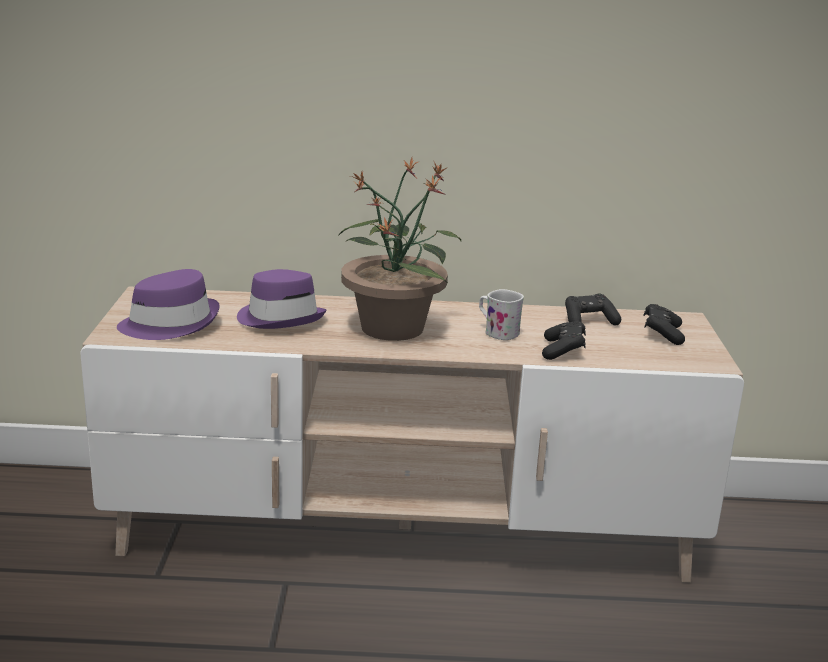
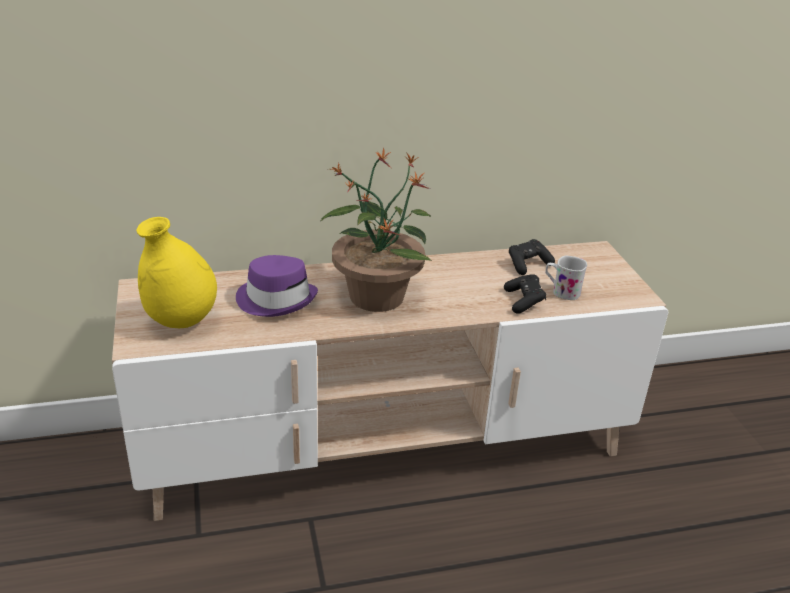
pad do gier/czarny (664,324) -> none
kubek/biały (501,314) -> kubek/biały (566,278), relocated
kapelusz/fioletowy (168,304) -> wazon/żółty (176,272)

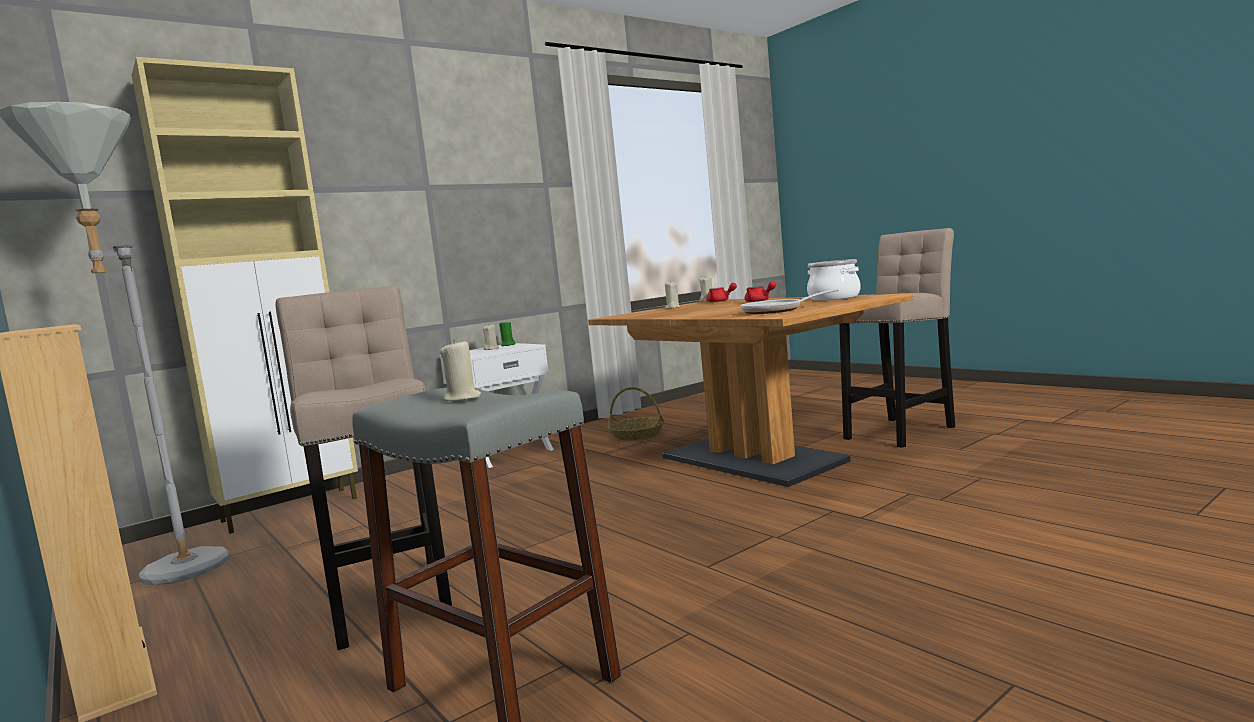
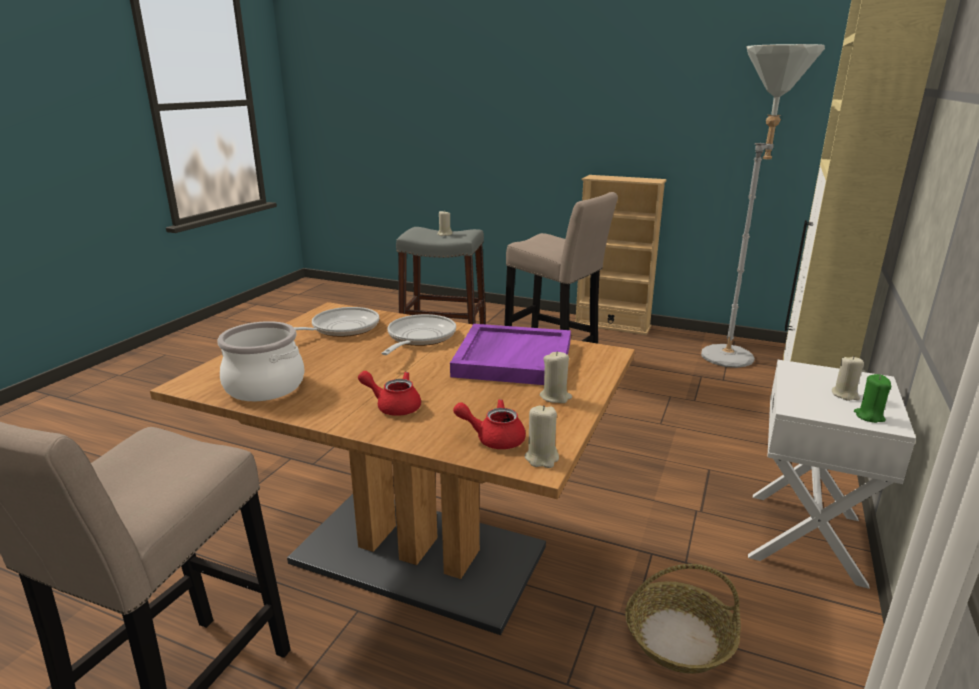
none -> patelnia (418,334)
none -> taca/fioletowy (510,354)

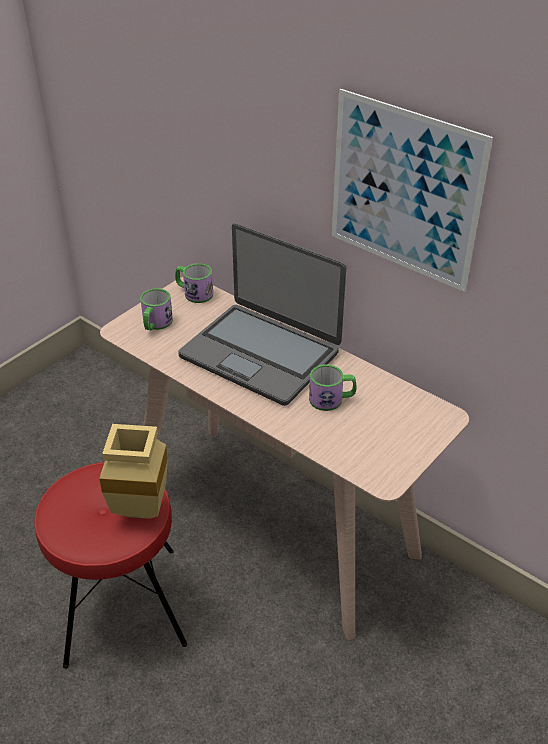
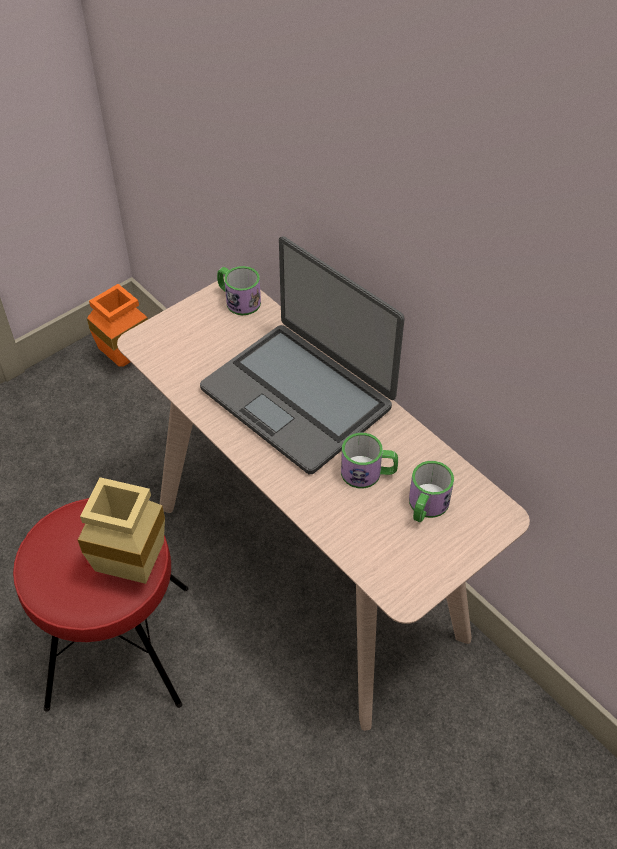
obraz (412,190) -> none
none -> wazon/pomarańczowy (117,325)
kubek (156,309) -> kubek (431,491), relocated

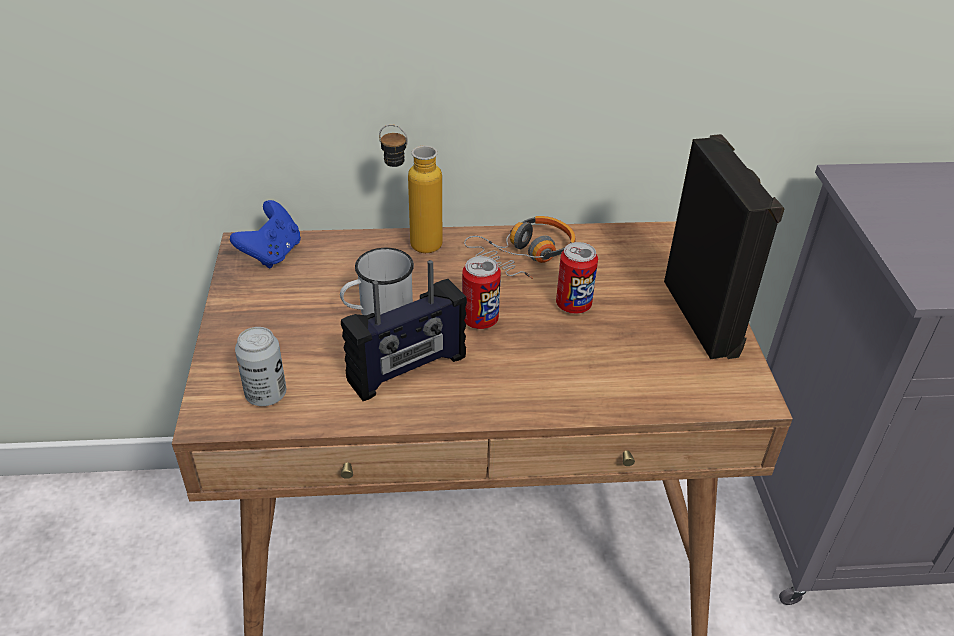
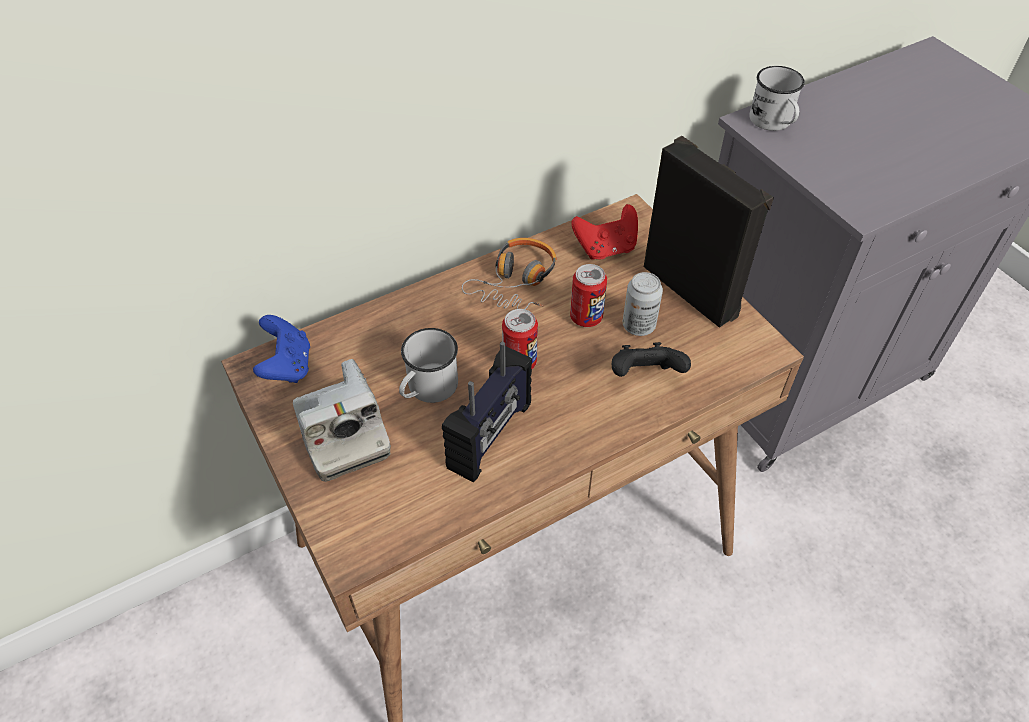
butelka (410,188) -> none
none -> aparat fotograficzny (342,420)
none -> pad do gier/czerwony (604,232)
none -> pad do gier/czarny (651,359)
none -> kubek/biały (777,98)
puszka (260,366) -> puszka (643,304), relocated

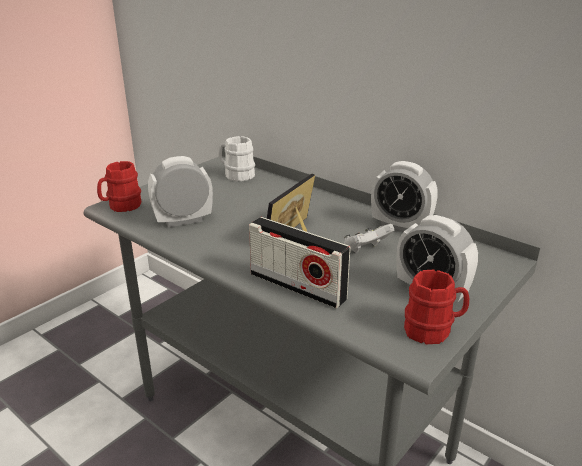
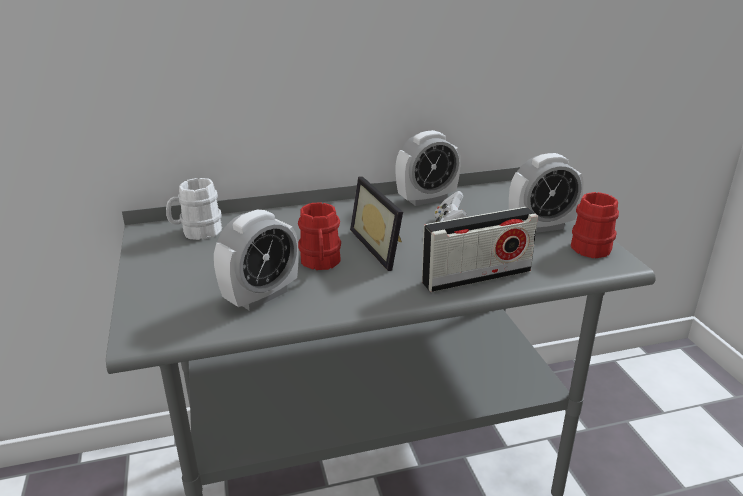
kubek/czerwony (119,186) -> kubek/czerwony (319,236), relocated
budzik (180,191) -> budzik (256,260), 150 degrees counterclockwise

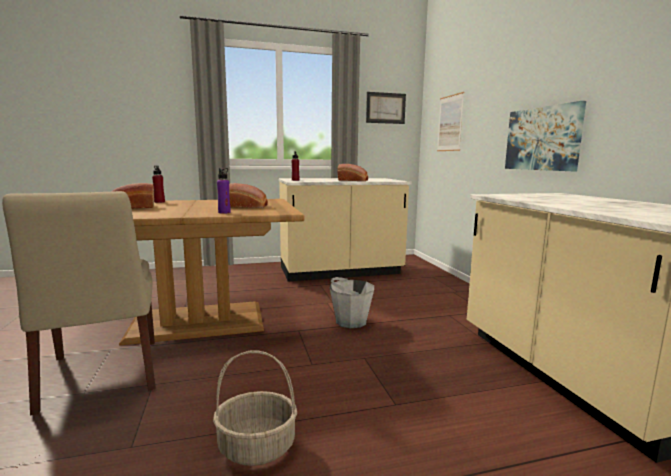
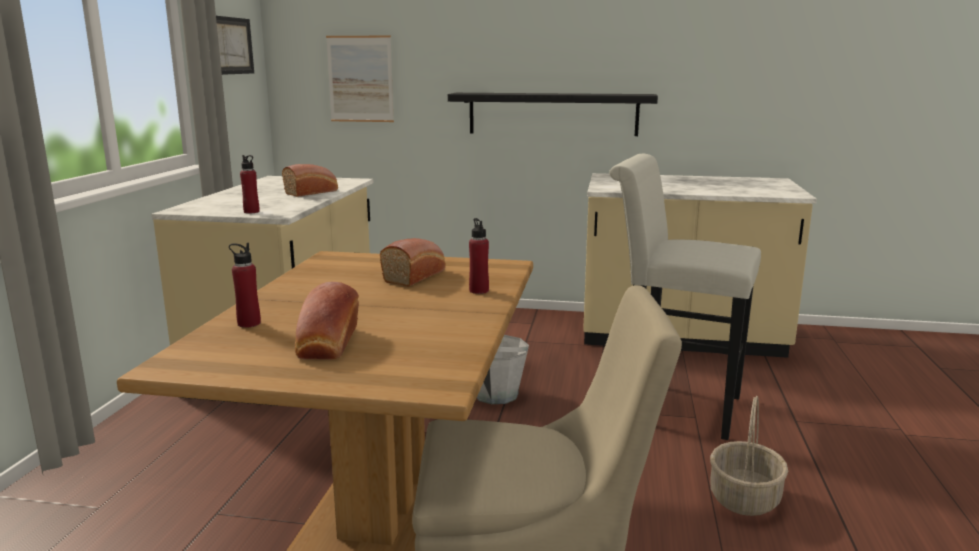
none -> stołek/biały (685,297)
obraz (545,136) -> półka/czarny (553,114)
butelka/fioletowy (224,191) -> butelka/czerwony (479,256)

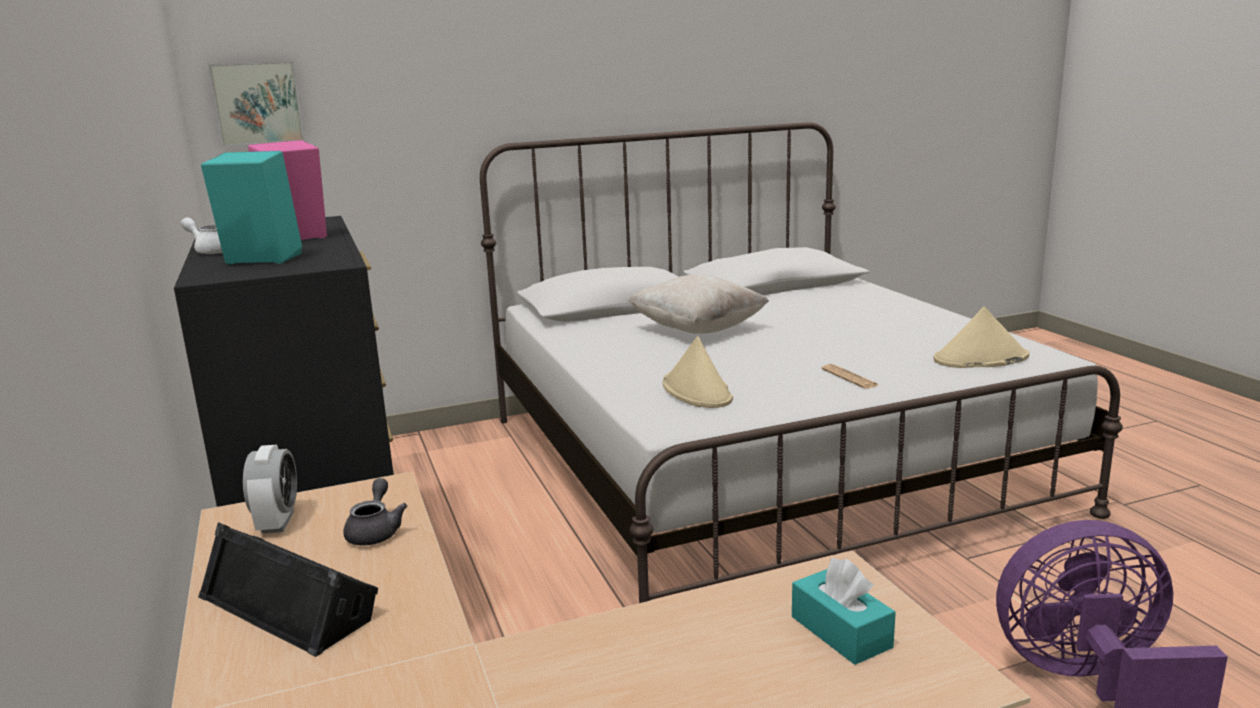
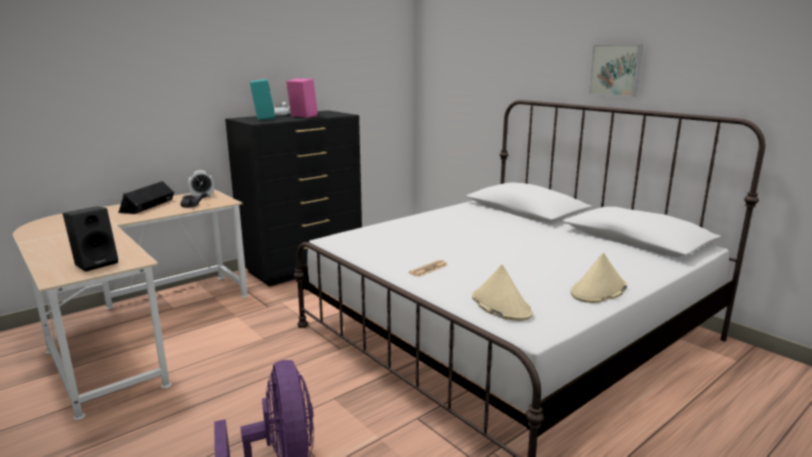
poduszka/beżowy (698,304) -> none
obraz (256,103) -> obraz (616,71), relocated
kapelusz/beżowy (698,372) -> kapelusz/beżowy (599,278), relocated
pudełko chusteczek/turkusowy (844,611) -> głośnik/czarny (90,239)

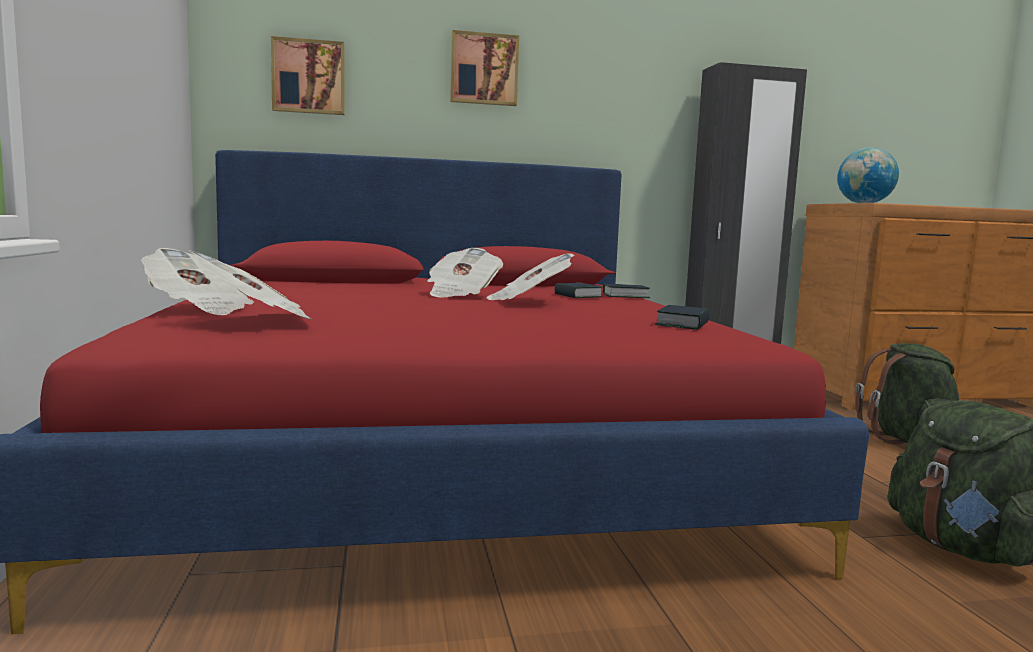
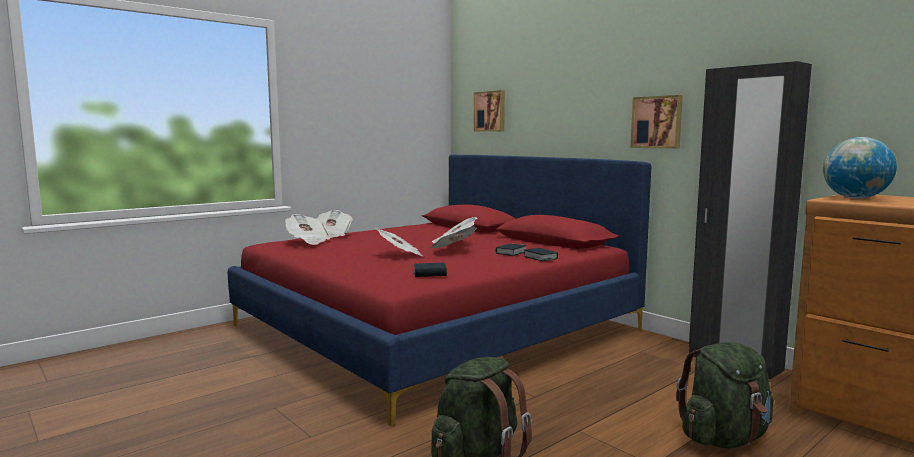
none -> gazeta (399,242)
obraz (484,68) -> obraz (657,122), relocated

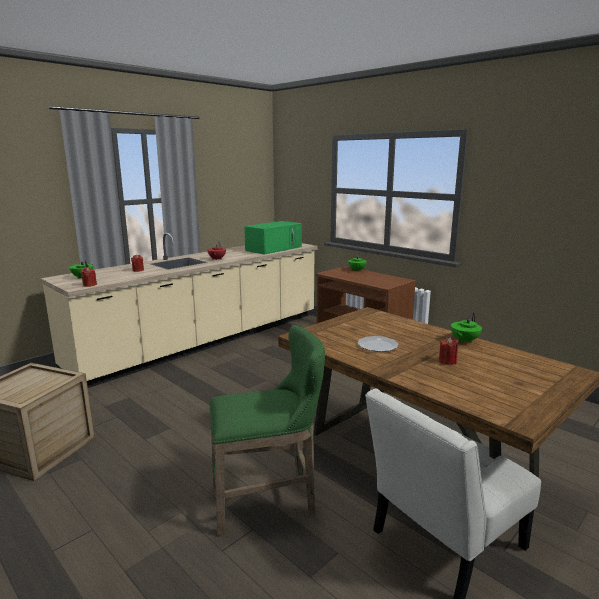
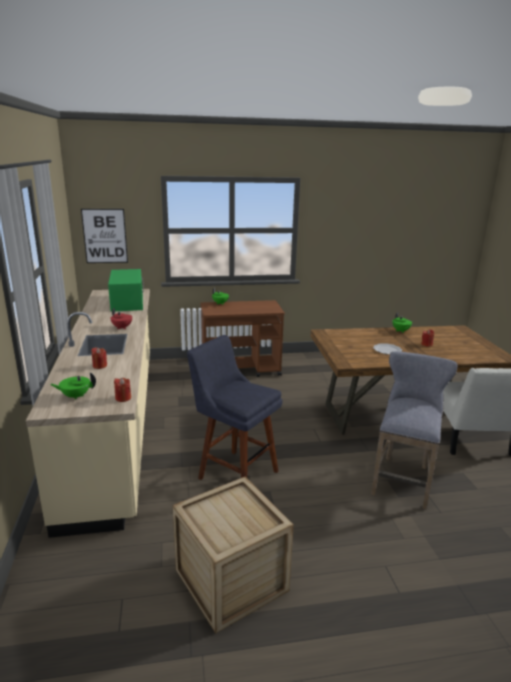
none -> obraz (104,236)
none -> stołek/niebieski (235,407)
stołek/zielony (267,430) -> stołek/szary (414,430)

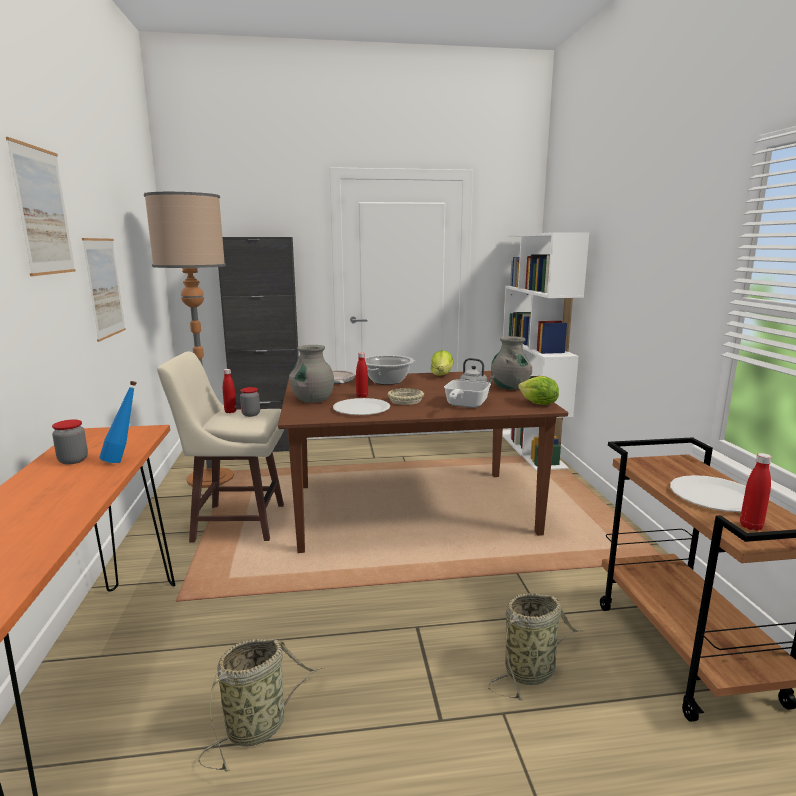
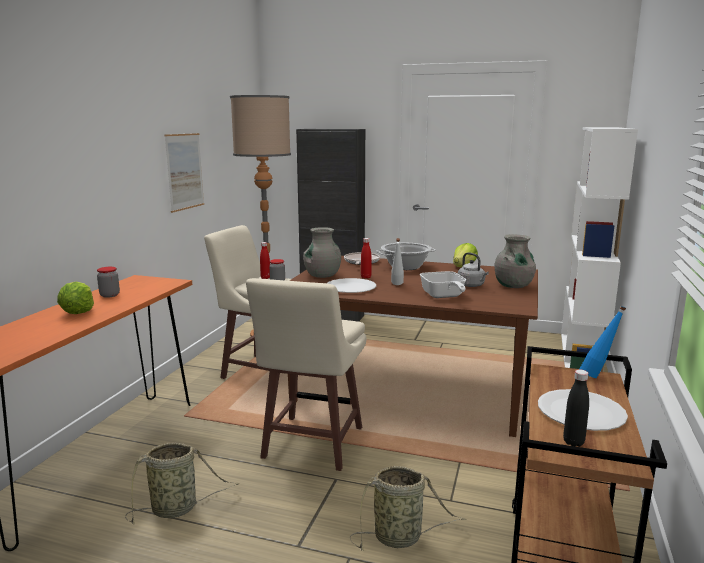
obraz (41,206) -> none
none -> stołek/beżowy (306,374)
butelka/niebieski (118,422) -> butelka/niebieski (602,342), relocated
sałata (538,390) -> sałata (75,298), relocated
miska/beżowy (406,396) -> butelka/biały (397,261)
butelka/czerwony (756,492) -> butelka/czarny (576,408)
patelnia (467,393) -> patelnia (443,284), 60 degrees counterclockwise

